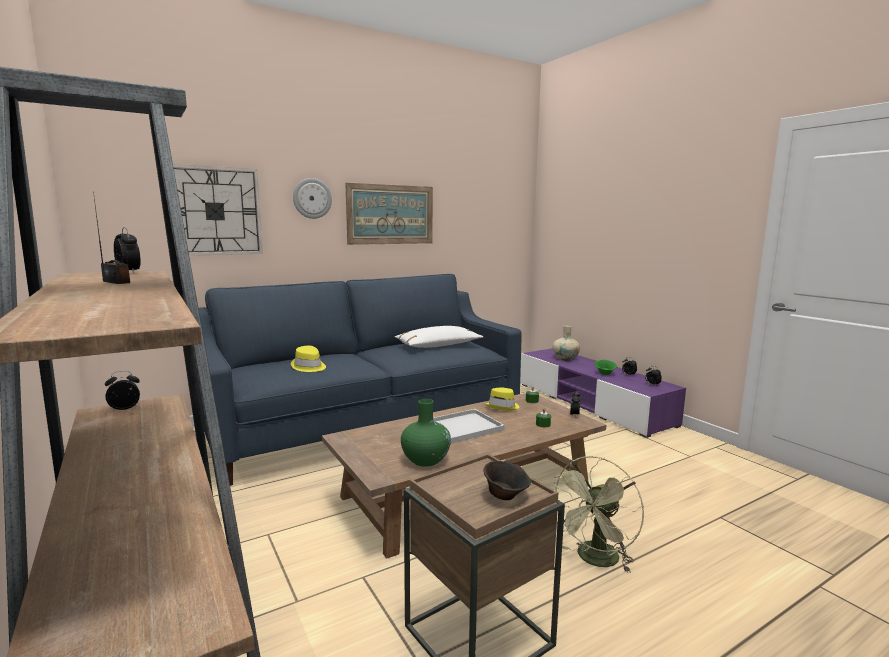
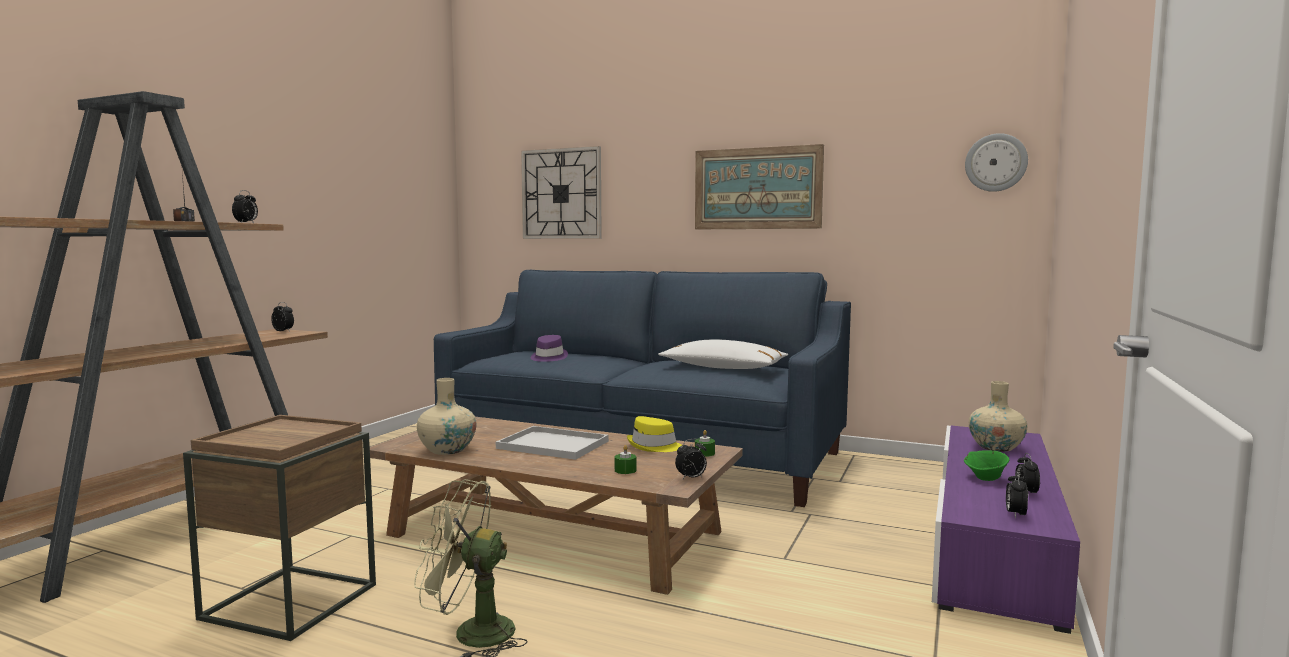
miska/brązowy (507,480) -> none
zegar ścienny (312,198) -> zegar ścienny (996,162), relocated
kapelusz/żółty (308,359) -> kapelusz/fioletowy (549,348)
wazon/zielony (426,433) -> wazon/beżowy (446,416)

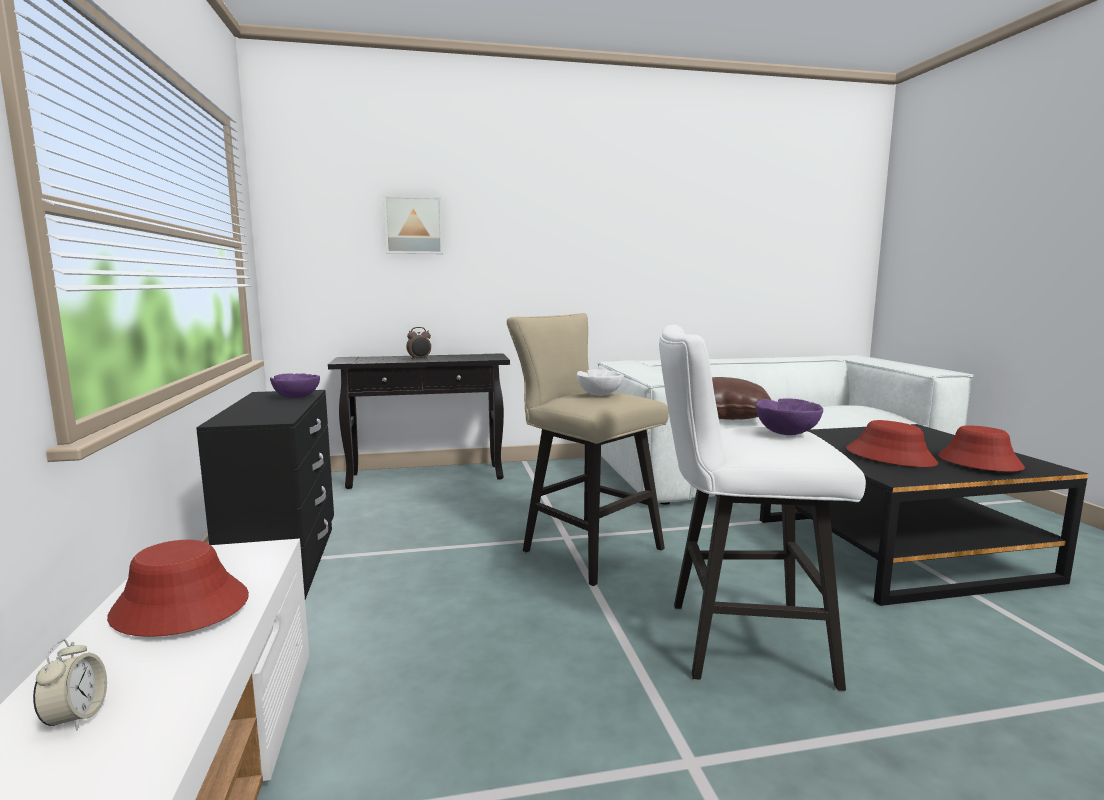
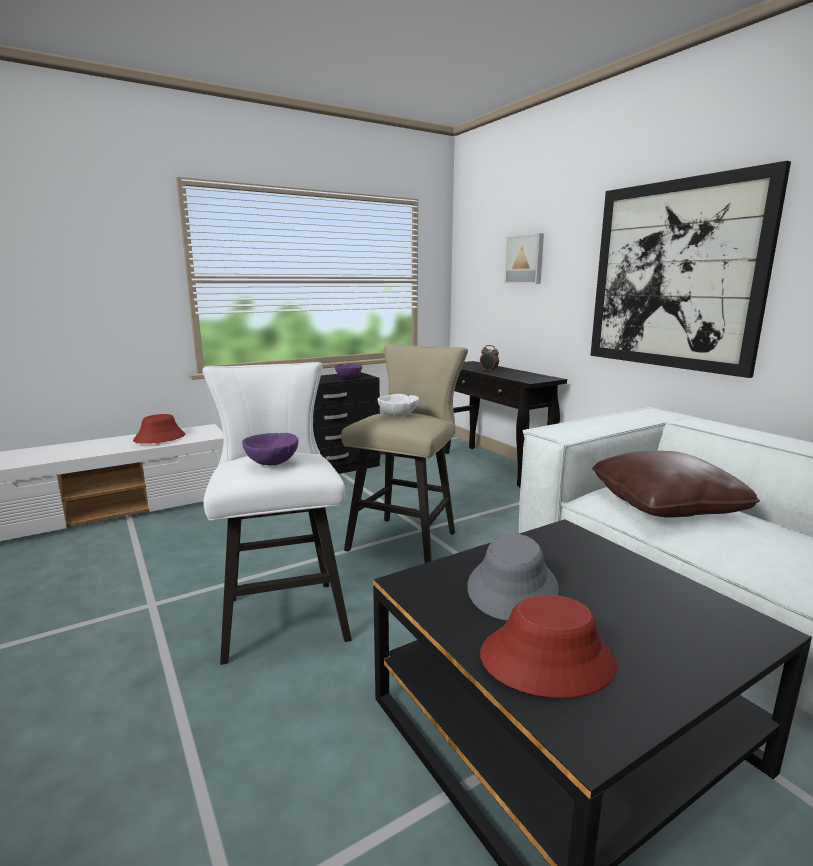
budzik (70,685) -> none
none -> obraz (690,269)
kapelusz/czerwony (892,443) -> kapelusz/szary (513,577)

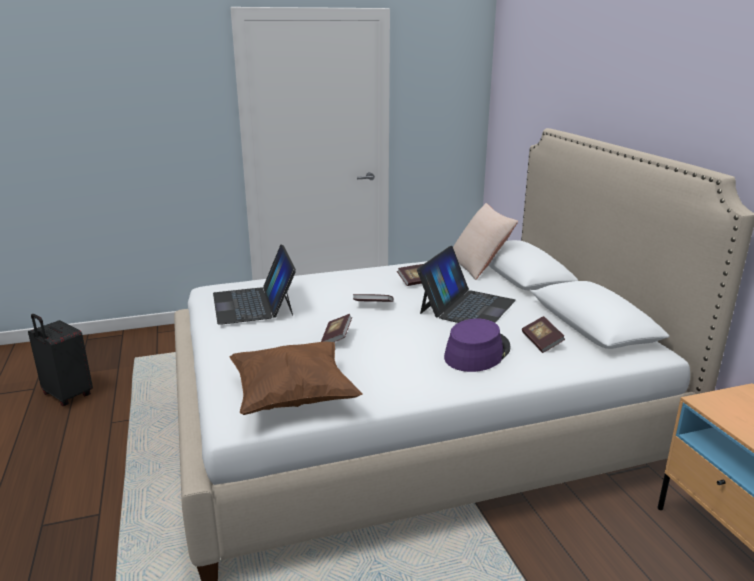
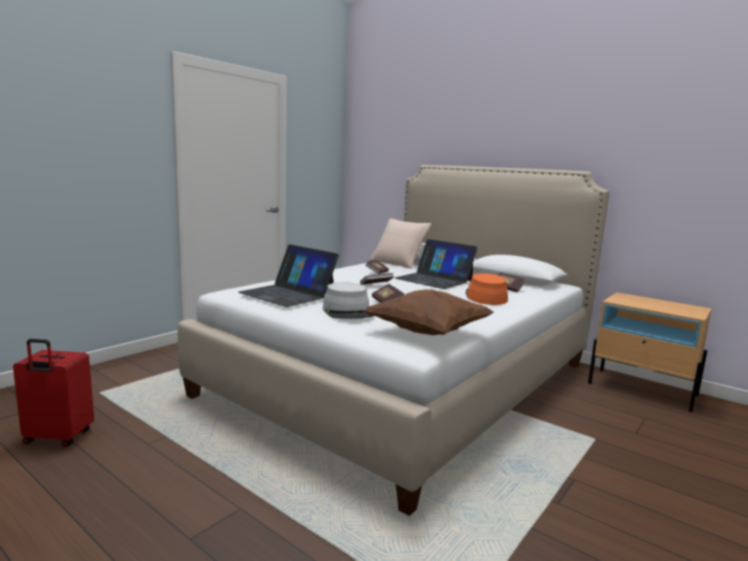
none -> kapelusz/szary (348,300)
walizka/czarny (60,360) -> walizka/czerwony (53,393)
kapelusz/fioletowy (477,345) -> kapelusz/pomarańczowy (487,289)
laptop (466,284) -> laptop (436,264), 135 degrees clockwise

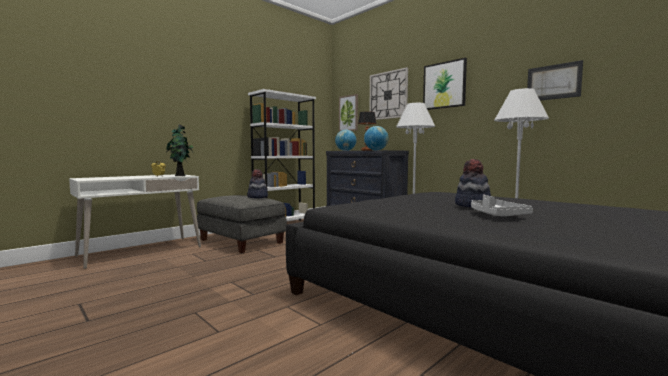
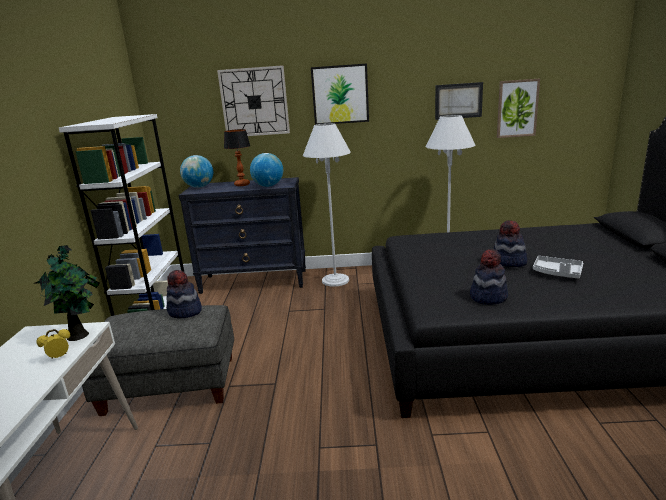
none -> kapelusz (489,277)
obraz (348,113) -> obraz (518,108), relocated

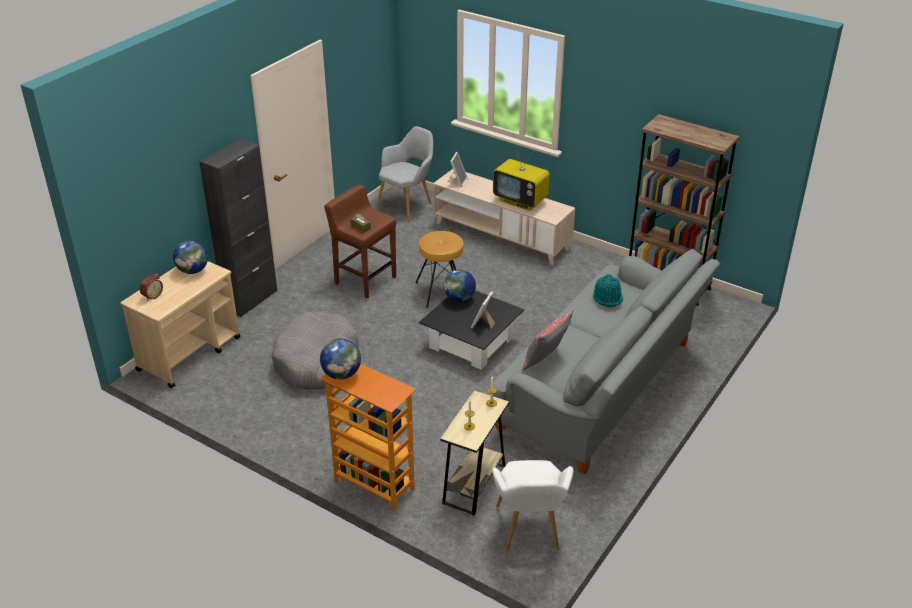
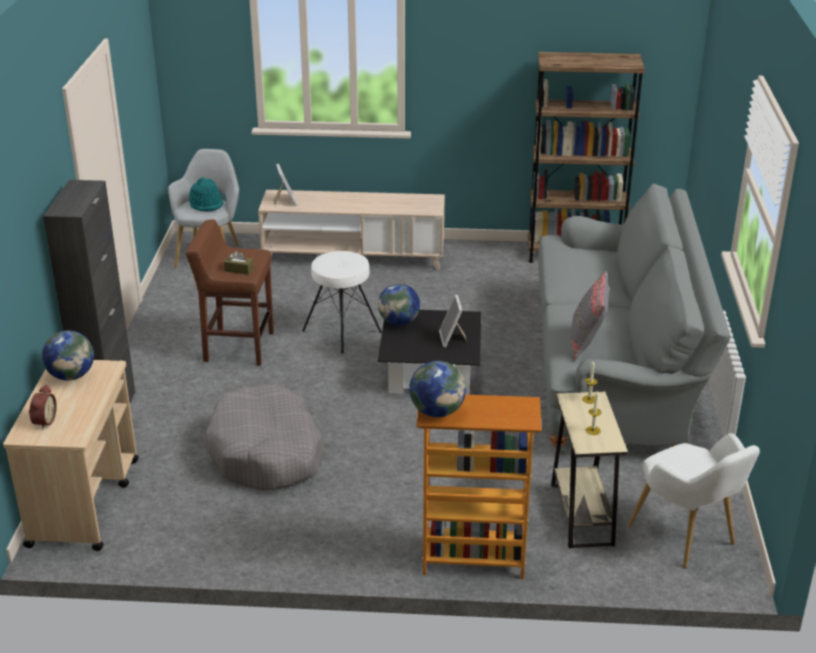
telewizor (521,179) -> none
kapelusz/turkusowy (608,290) -> kapelusz/turkusowy (206,194), relocated
stołek/brązowy (439,269) -> stołek/biały (342,302)

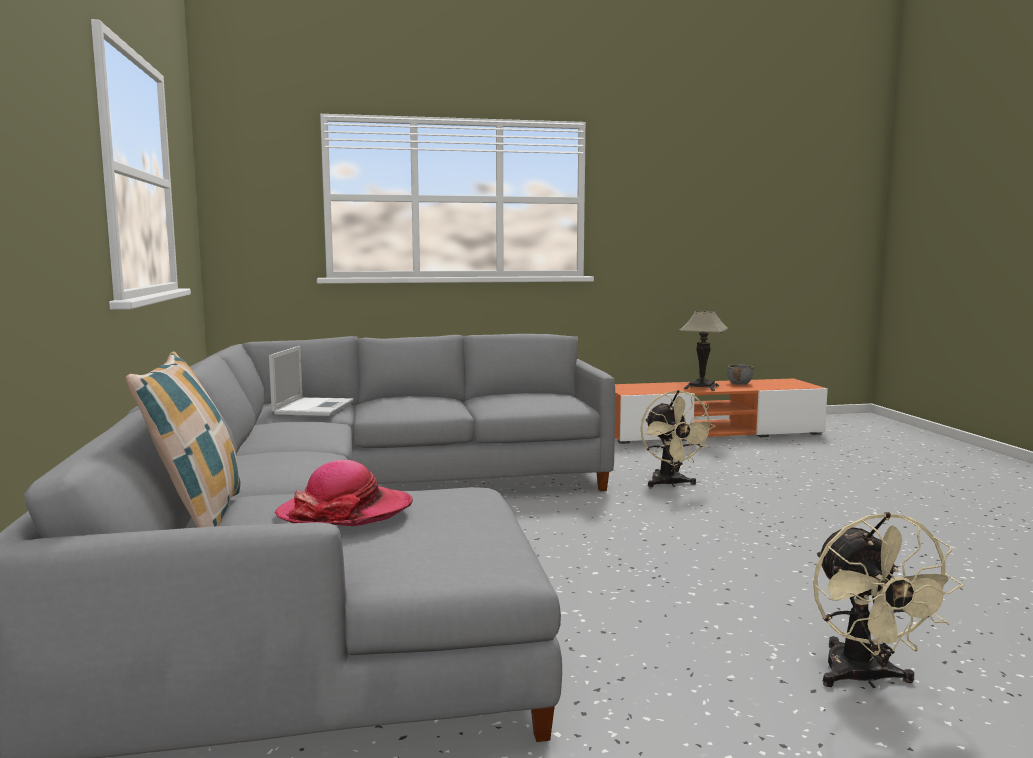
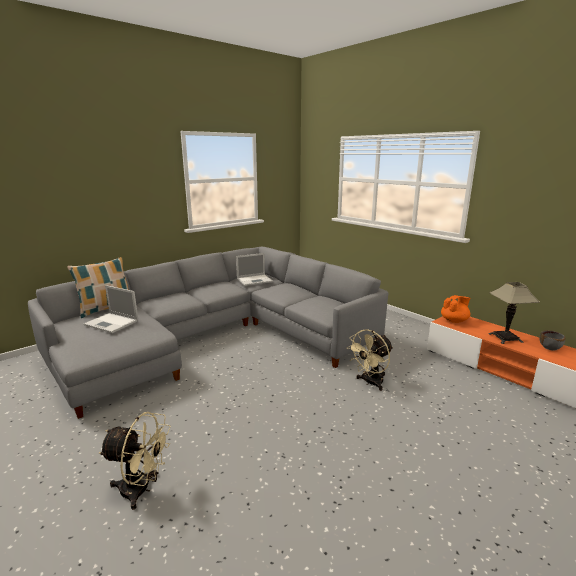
none -> imbryk/pomarańczowy (456,309)
kapelusz (343,493) -> laptop (111,309)
wentylator/beżowy (888,600) -> wentylator/beżowy (135,461), 135 degrees counterclockwise

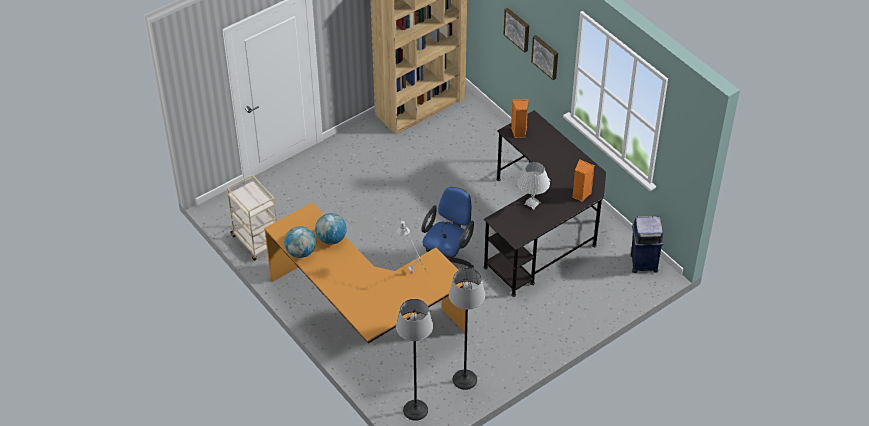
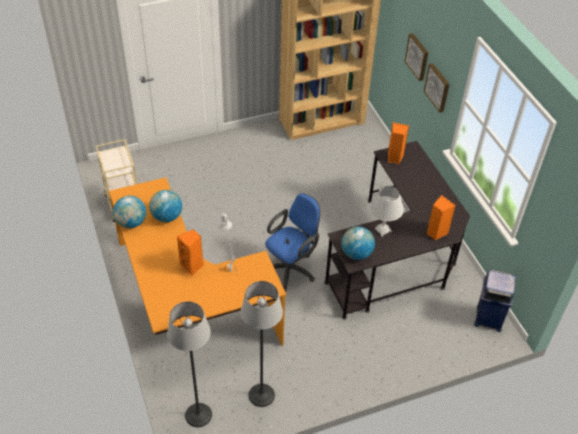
none -> głośnik/pomarańczowy (190,252)
none -> globus (358,243)

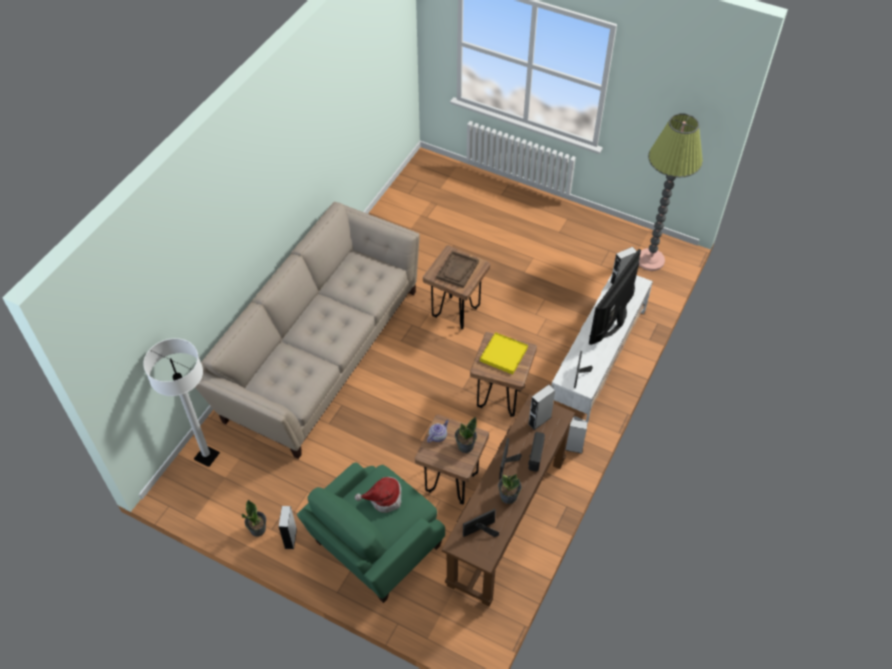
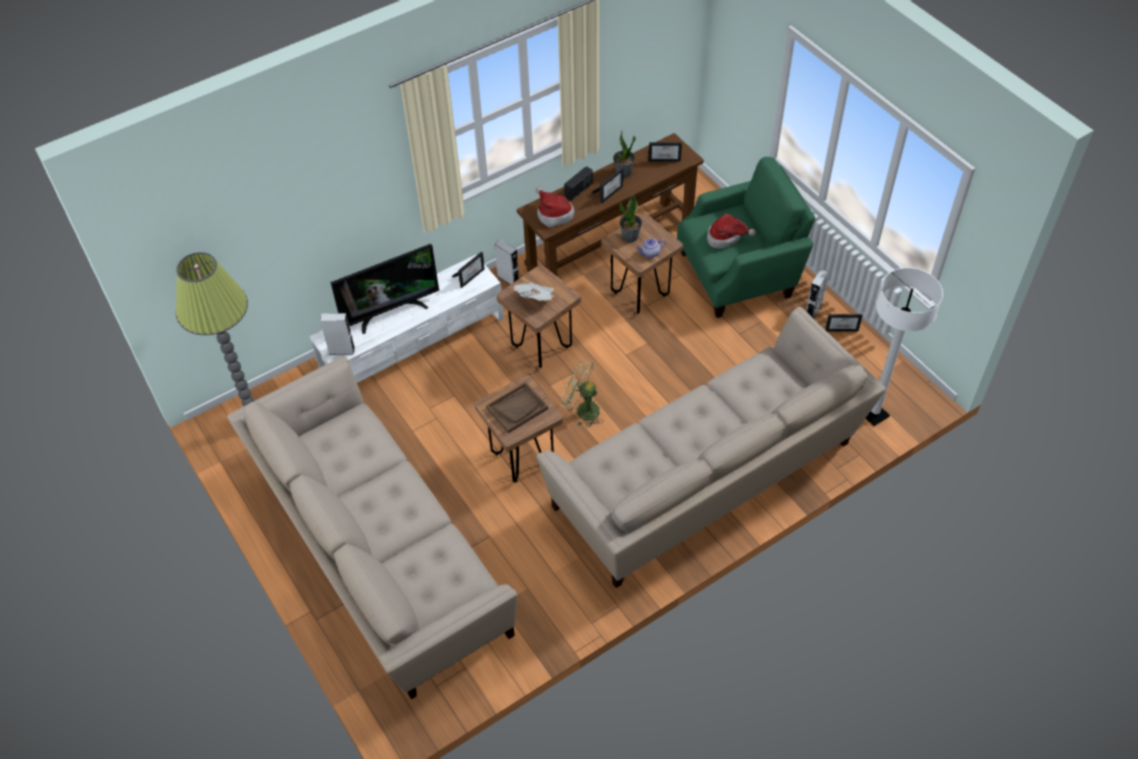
none -> kanapa/beżowy (372,527)
none -> wentylator/zielony (581,393)
roślina doniczkowa (254,518) -> ramka na zdjęcie (843,322)
taca/żółty (504,353) -> gazeta (534,291)
głośnik/szary (541,407) -> kapelusz (555,207)

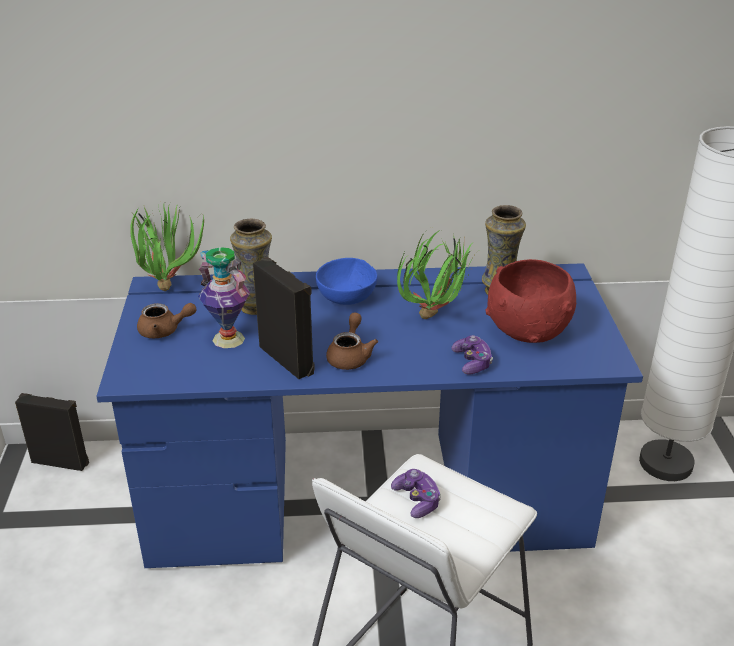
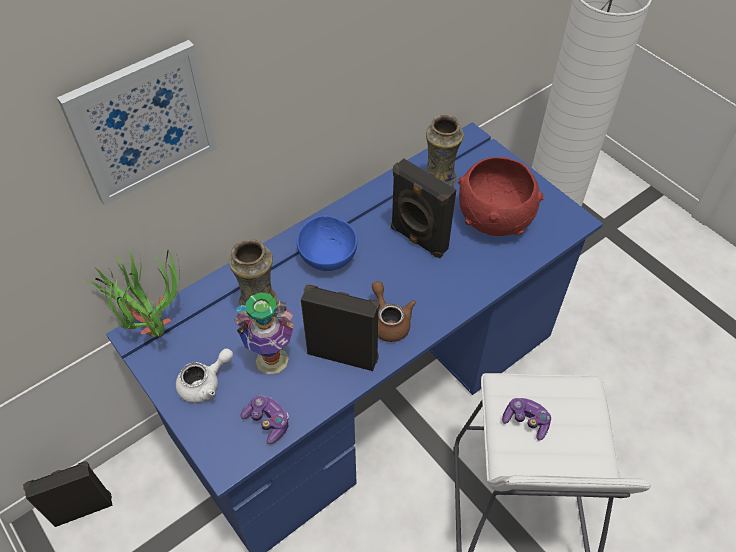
none -> obraz (137,123)
pad do gier (472,355) -> pad do gier (265,419), relocated
roślina doniczkowa (437,274) -> głośnik/czarny (424,208)
imbryk/brązowy (166,320) -> imbryk/biały (204,375)

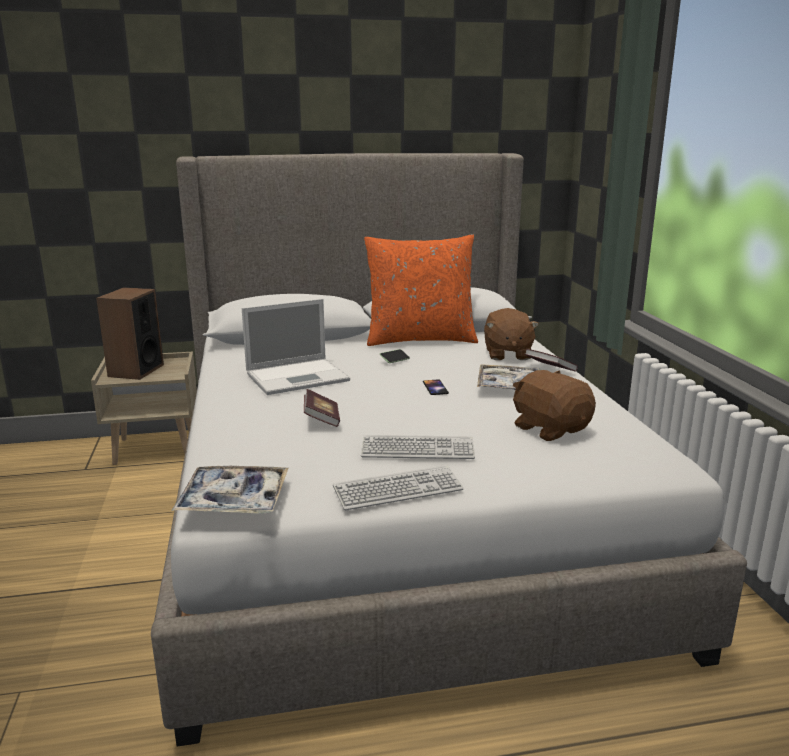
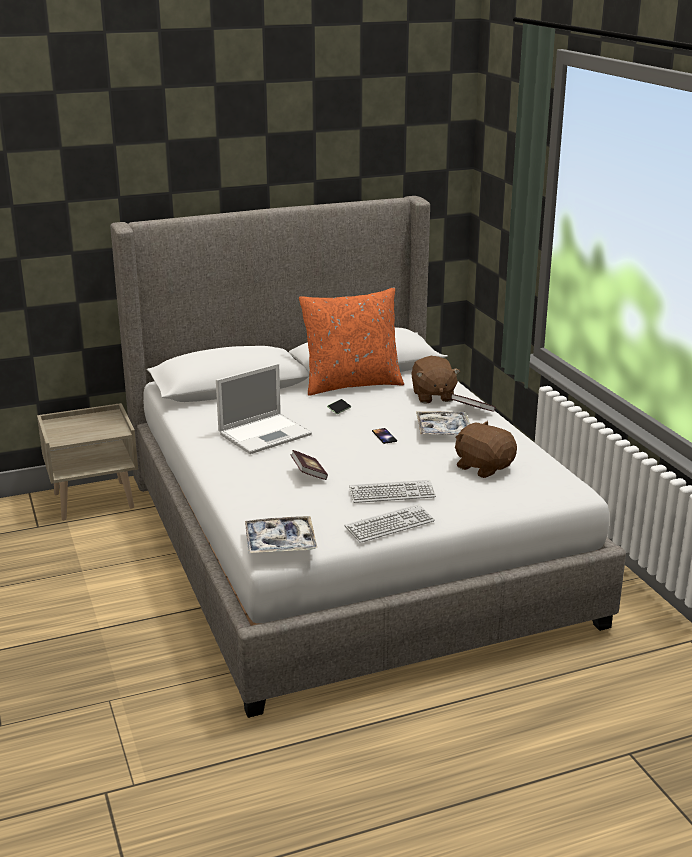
głośnik (130,333) -> none

